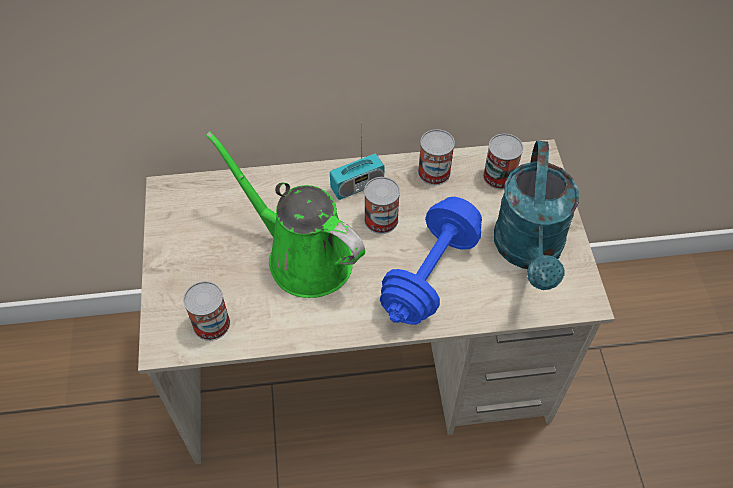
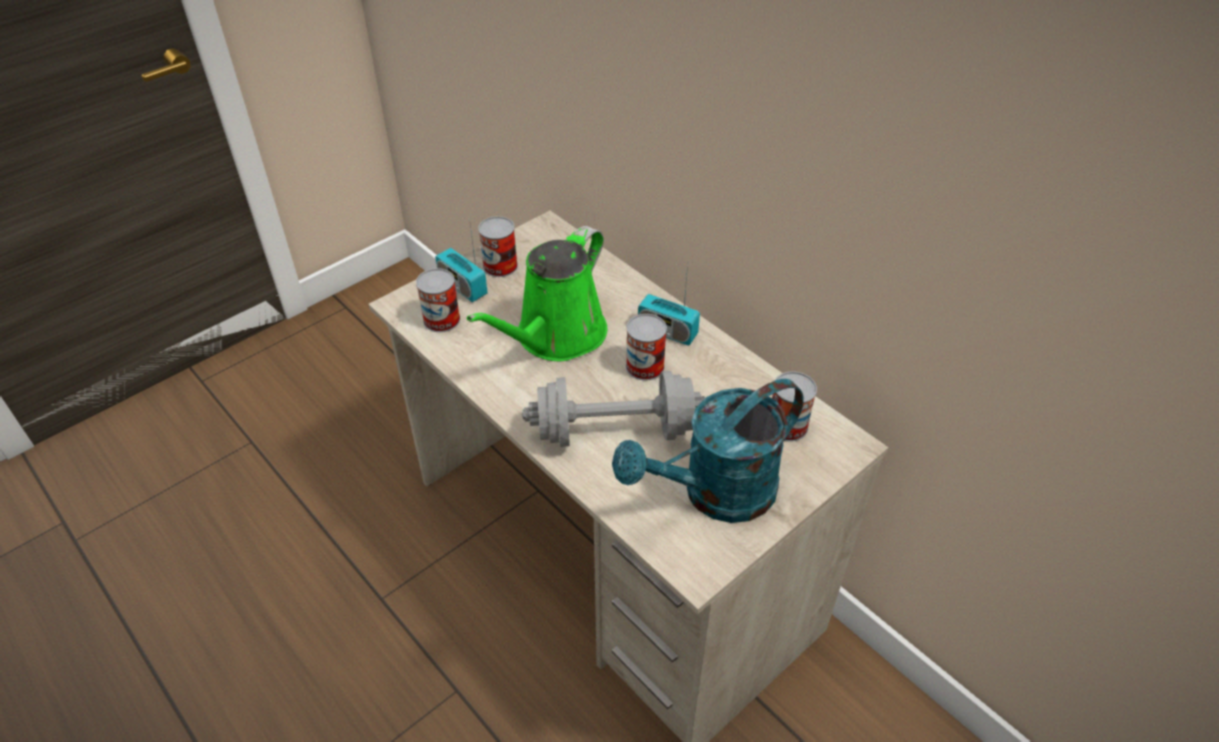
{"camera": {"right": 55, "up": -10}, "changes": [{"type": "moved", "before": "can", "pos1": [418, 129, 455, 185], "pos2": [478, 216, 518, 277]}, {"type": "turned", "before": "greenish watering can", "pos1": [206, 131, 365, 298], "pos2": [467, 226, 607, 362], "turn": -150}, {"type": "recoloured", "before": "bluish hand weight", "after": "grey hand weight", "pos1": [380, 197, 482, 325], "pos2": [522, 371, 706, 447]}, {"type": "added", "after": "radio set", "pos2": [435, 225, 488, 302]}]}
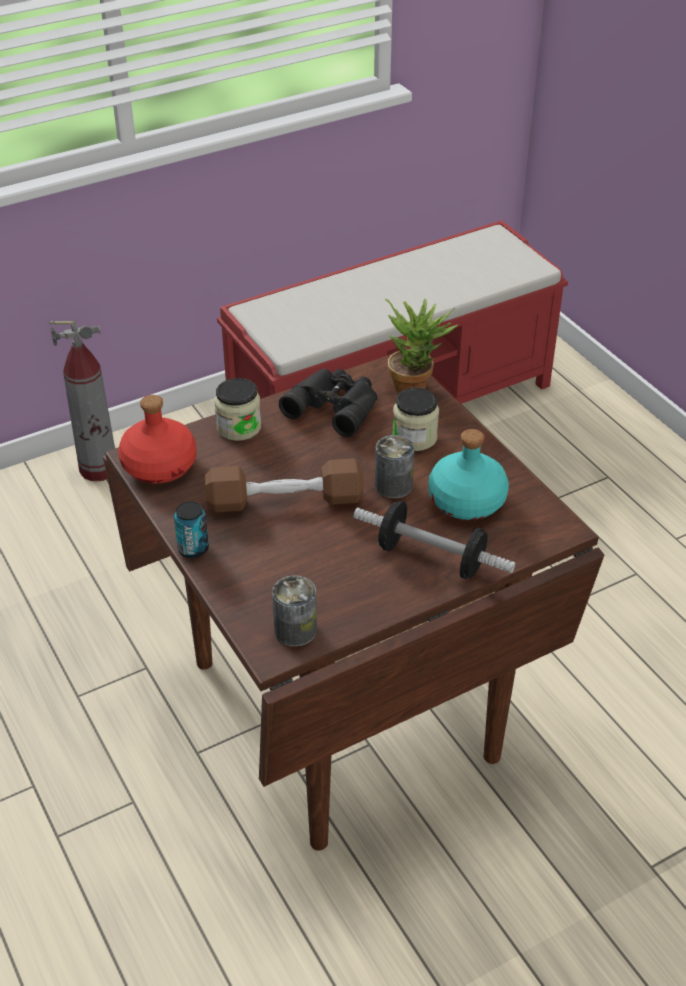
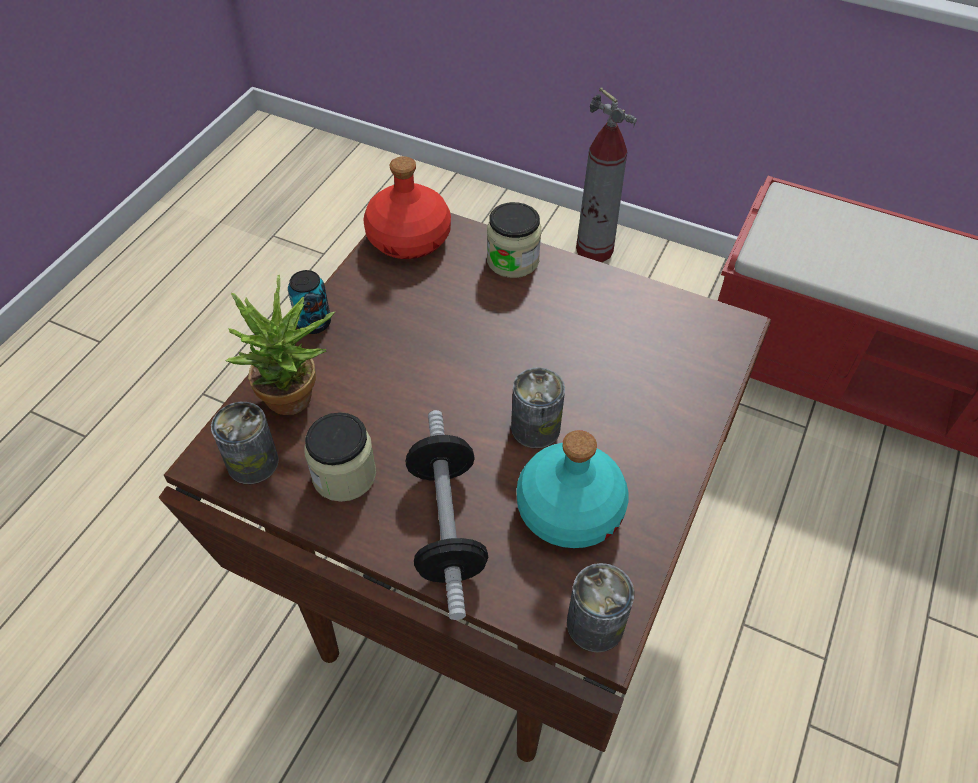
{"camera": {"right": 55, "up": 10}, "changes": [{"type": "moved", "before": "potted plant", "pos1": [385, 298, 458, 393], "pos2": [225, 275, 335, 415]}, {"type": "removed", "before": "black-coloured pair of binoculars", "pos1": [279, 369, 377, 437]}, {"type": "moved", "before": "jar", "pos1": [392, 387, 439, 451], "pos2": [304, 412, 376, 502]}, {"type": "removed", "before": "brownish hand weight", "pos1": [205, 458, 364, 512]}, {"type": "added", "after": "can", "pos2": [567, 563, 635, 653]}]}
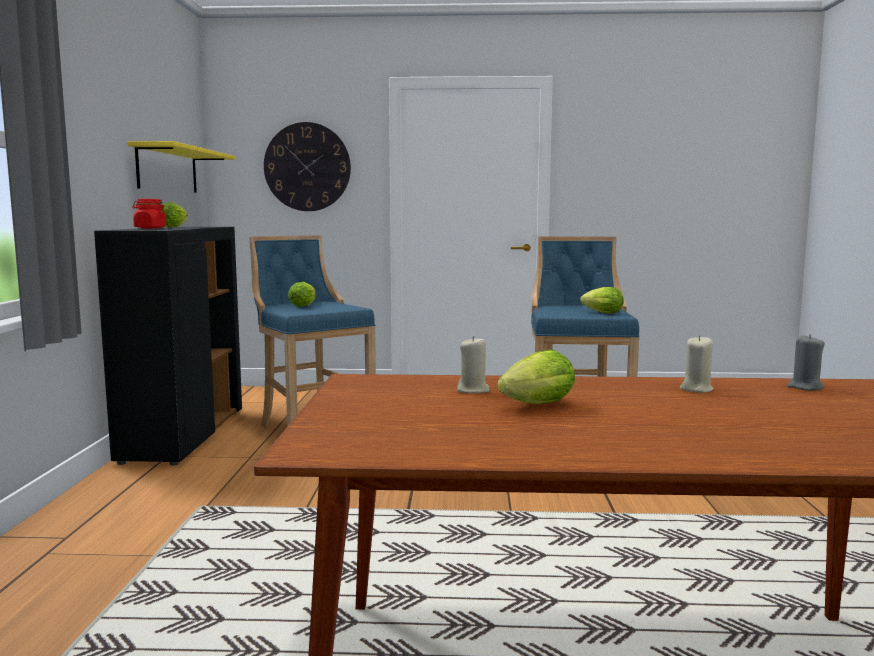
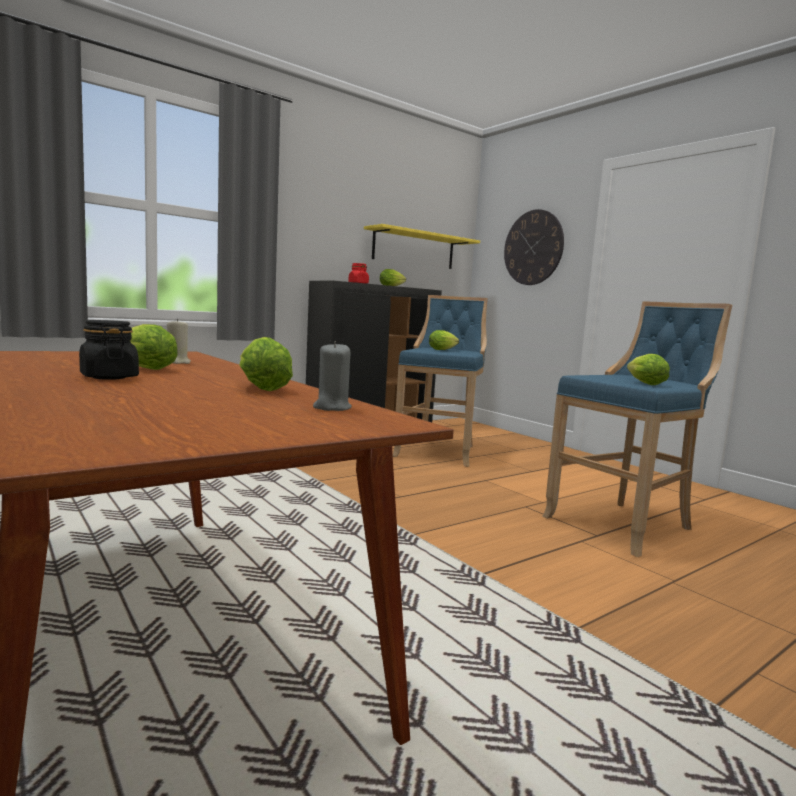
{"camera": {"right": 50, "up": 0}, "changes": [{"type": "replaced", "before": "sand-coloured wax light", "after": "lettuce head", "pos1": [680, 335, 714, 393], "pos2": [239, 337, 293, 391]}, {"type": "added", "after": "black-coloured jar", "pos2": [79, 320, 139, 380]}]}
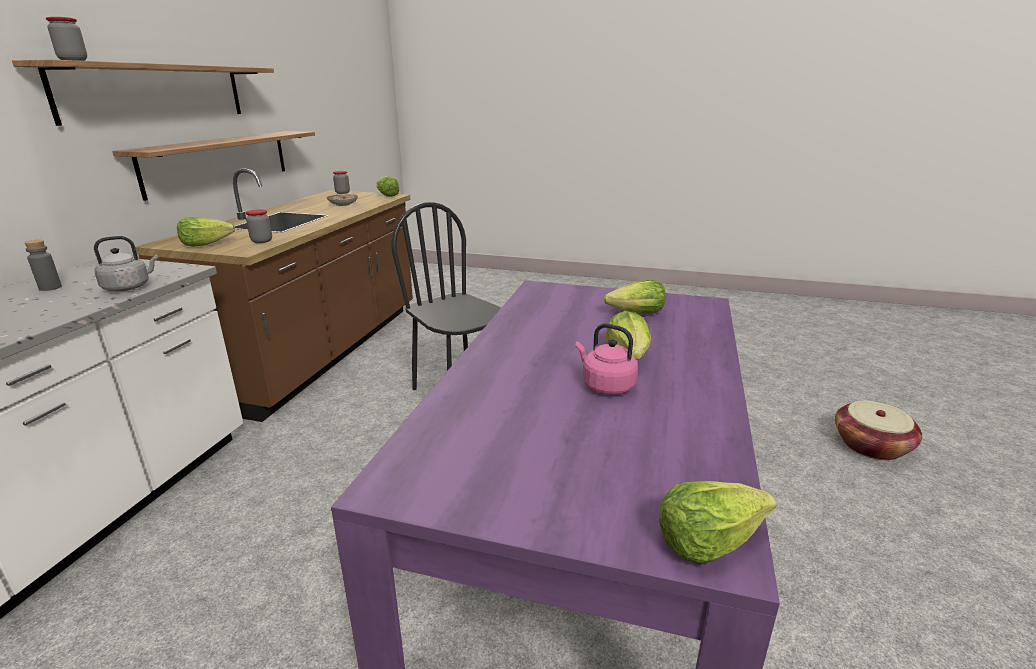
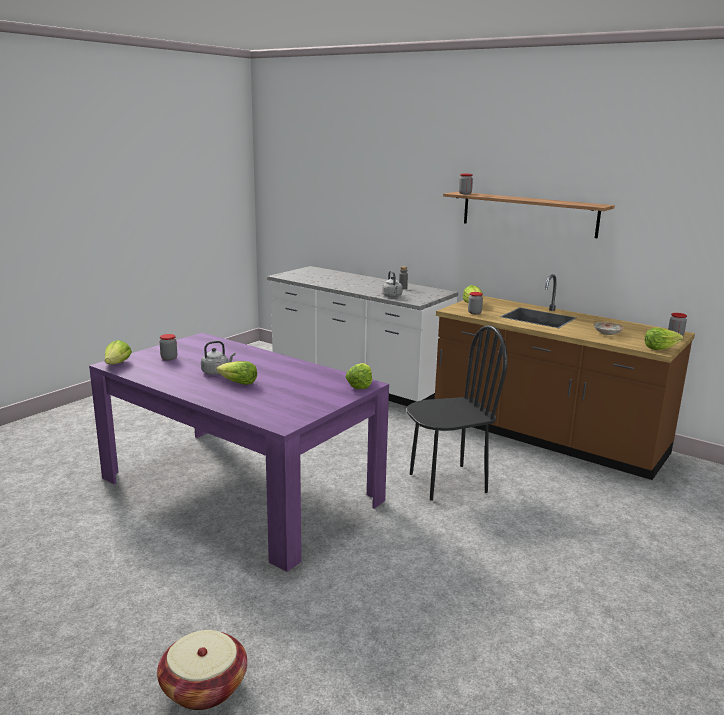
{"camera": {"right": 110, "up": -5}, "changes": [{"type": "removed", "before": "wall shelf", "pos1": [112, 131, 315, 201]}, {"type": "moved", "before": "lettuce head", "pos1": [604, 280, 666, 314], "pos2": [345, 363, 372, 389]}, {"type": "recoloured", "before": "pink tea kettle", "after": "grey tea kettle", "pos1": [576, 323, 638, 395], "pos2": [201, 341, 236, 375]}, {"type": "added", "after": "jar", "pos2": [160, 334, 177, 360]}]}
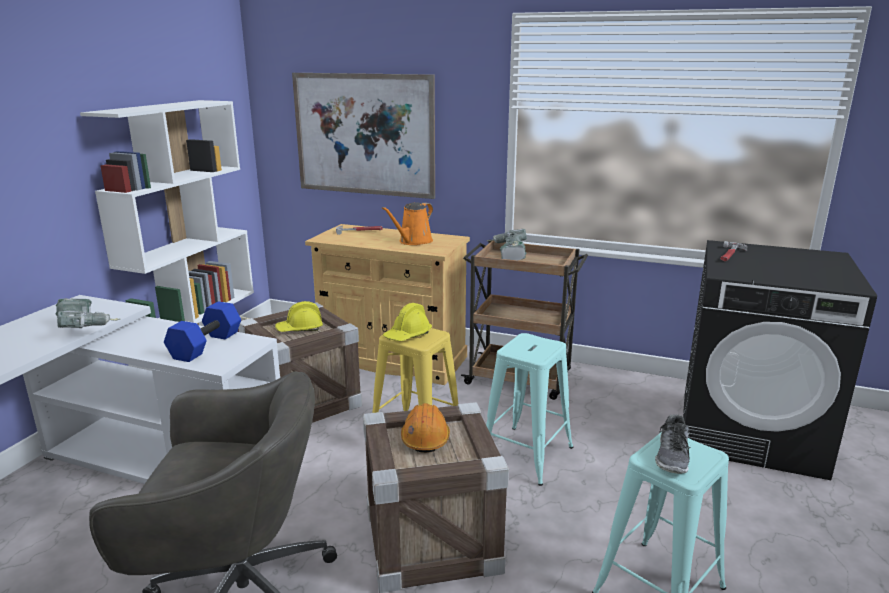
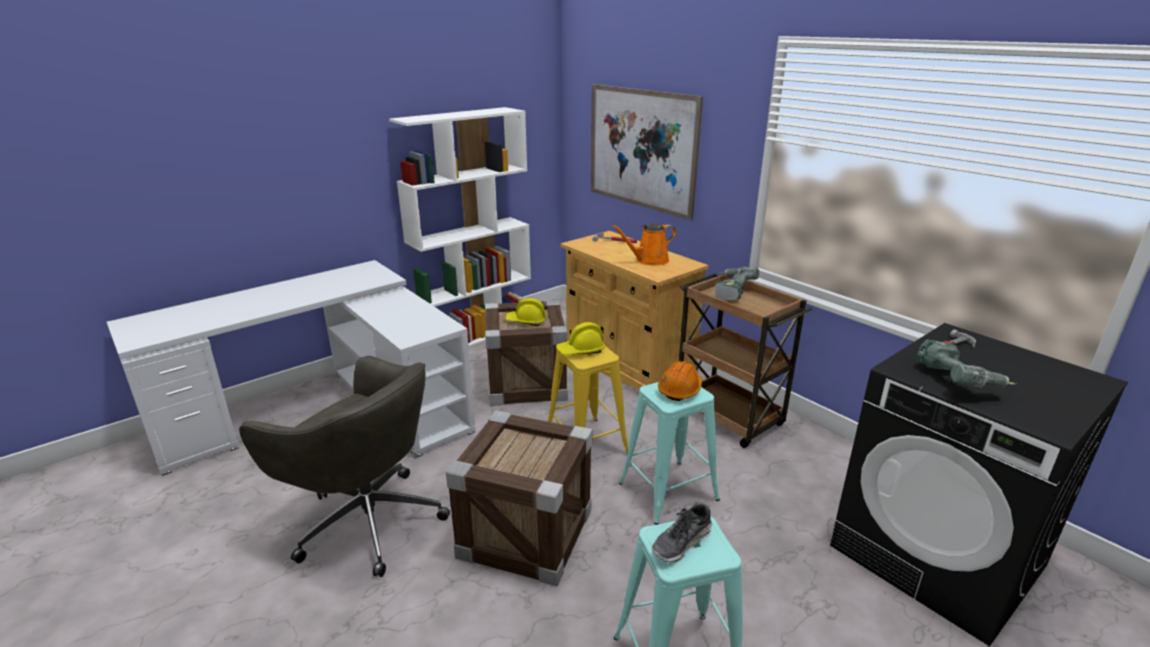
{"camera": {"right": 30, "up": 5}, "changes": [{"type": "moved", "before": "electric drill", "pos1": [55, 298, 120, 328], "pos2": [917, 340, 1016, 388]}, {"type": "removed", "before": "bluish hand weight", "pos1": [164, 302, 241, 362]}, {"type": "moved", "before": "orange-coloured hard hat", "pos1": [401, 403, 450, 453], "pos2": [658, 361, 702, 401]}]}
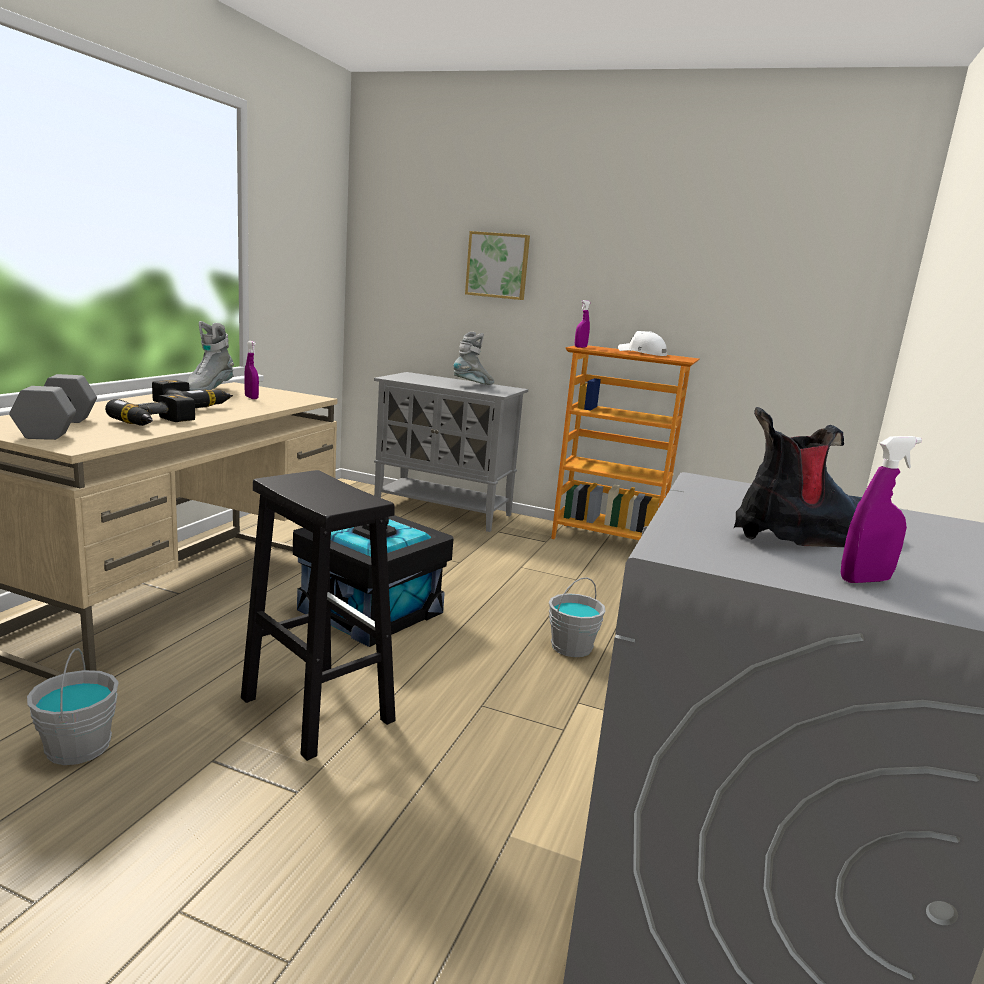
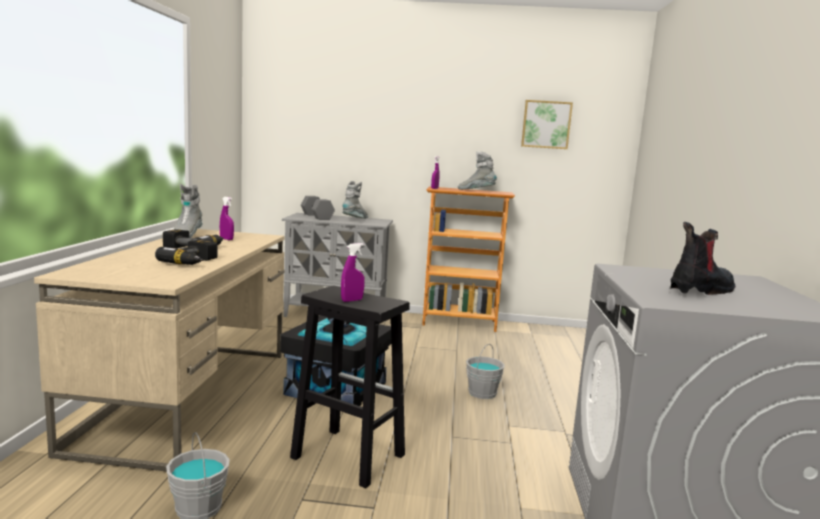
{"camera": {"right": -15, "up": -5}, "changes": [{"type": "moved", "before": "wall art", "pos1": [465, 231, 530, 300], "pos2": [521, 100, 573, 149]}, {"type": "replaced", "before": "white peaked cap", "after": "grey boot", "pos1": [618, 331, 667, 356], "pos2": [458, 152, 497, 190]}, {"type": "moved", "before": "grey hand weight", "pos1": [9, 374, 97, 440], "pos2": [301, 196, 335, 220]}, {"type": "moved", "before": "purplish sprayer", "pos1": [841, 436, 922, 583], "pos2": [341, 243, 365, 302]}]}
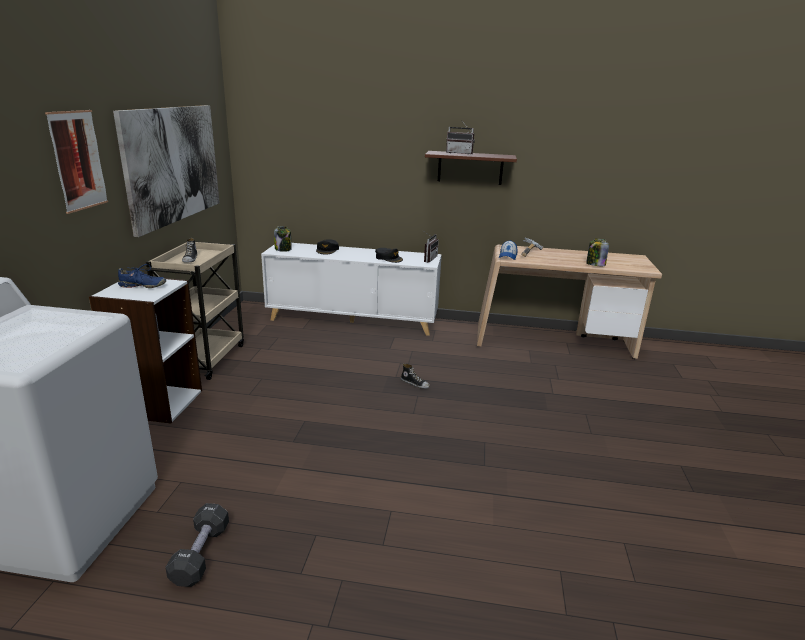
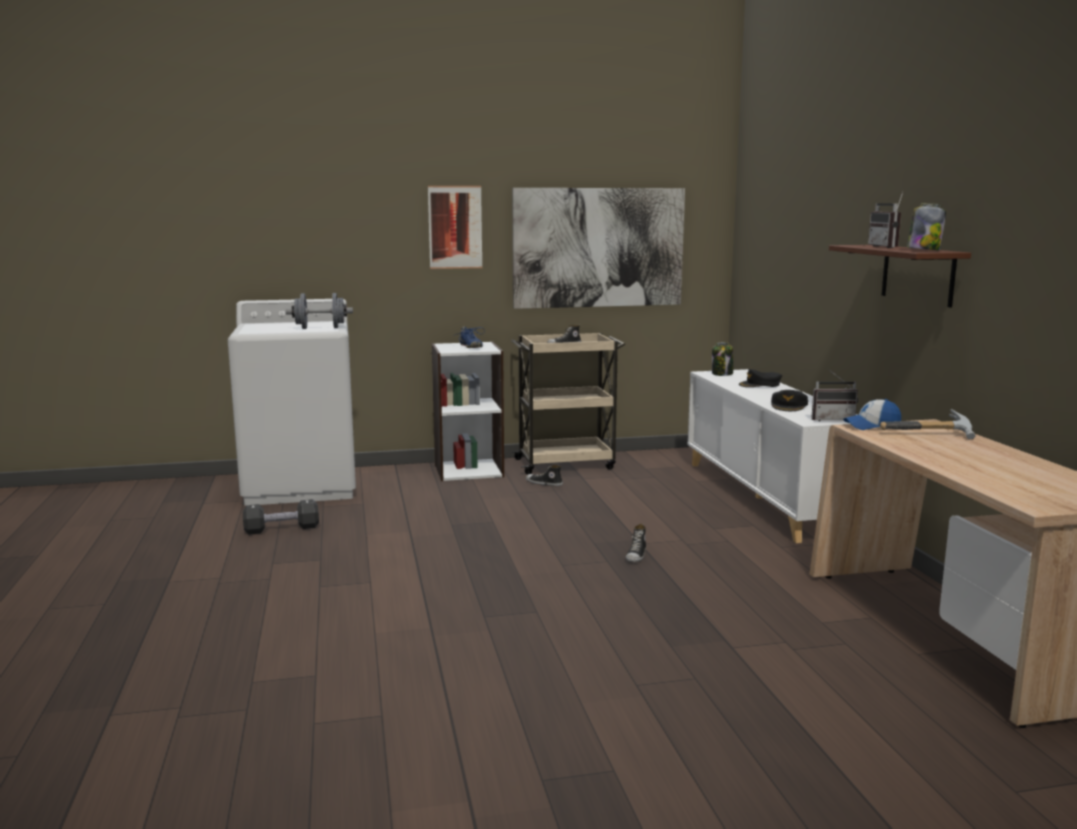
{"camera": {"right": 70, "up": -10}, "changes": [{"type": "moved", "before": "jar", "pos1": [586, 238, 609, 266], "pos2": [907, 203, 946, 250]}, {"type": "added", "after": "grey hand weight", "pos2": [286, 293, 353, 329]}, {"type": "added", "after": "item of footwear", "pos2": [526, 465, 563, 486]}]}
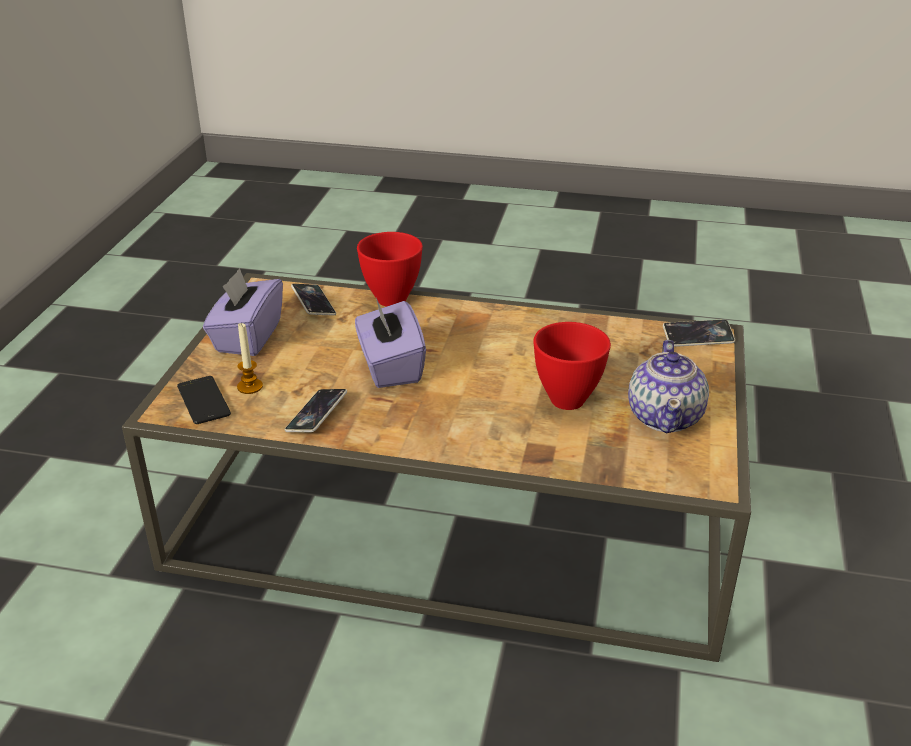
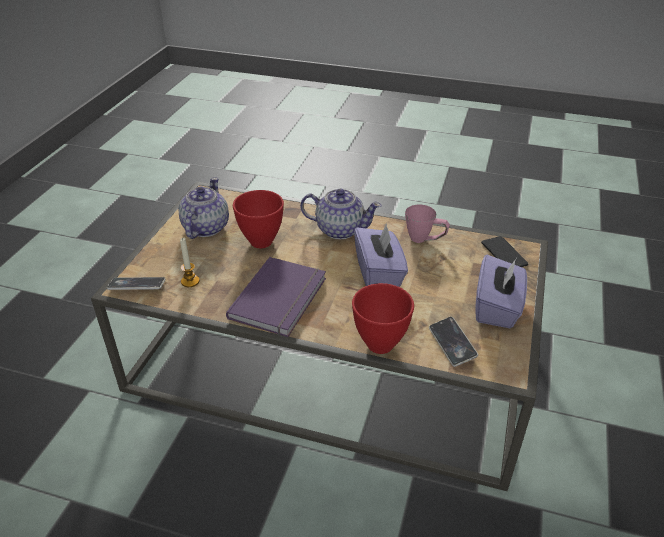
{"camera": {"right": -175, "up": 5}, "changes": [{"type": "moved", "before": "wax light", "pos1": [237, 322, 263, 394], "pos2": [180, 238, 200, 287]}, {"type": "replaced", "before": "telephone", "after": "pink coffee mug", "pos1": [285, 389, 347, 432], "pos2": [405, 205, 450, 243]}, {"type": "added", "after": "tea pot", "pos2": [300, 189, 381, 239]}, {"type": "added", "after": "purplish book", "pos2": [226, 257, 326, 337]}]}
